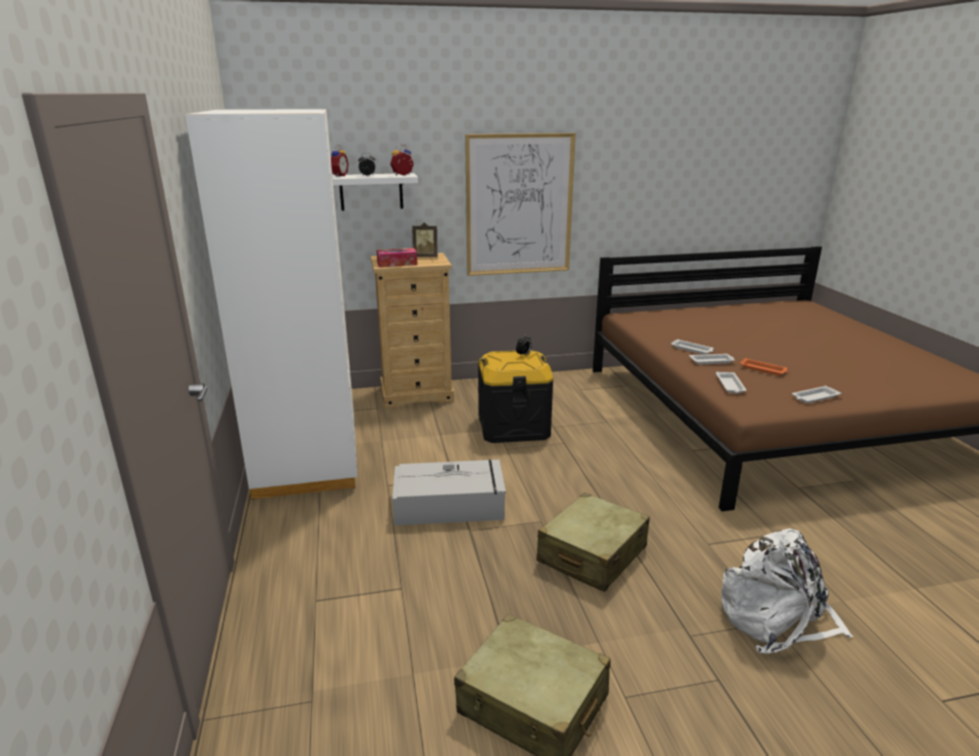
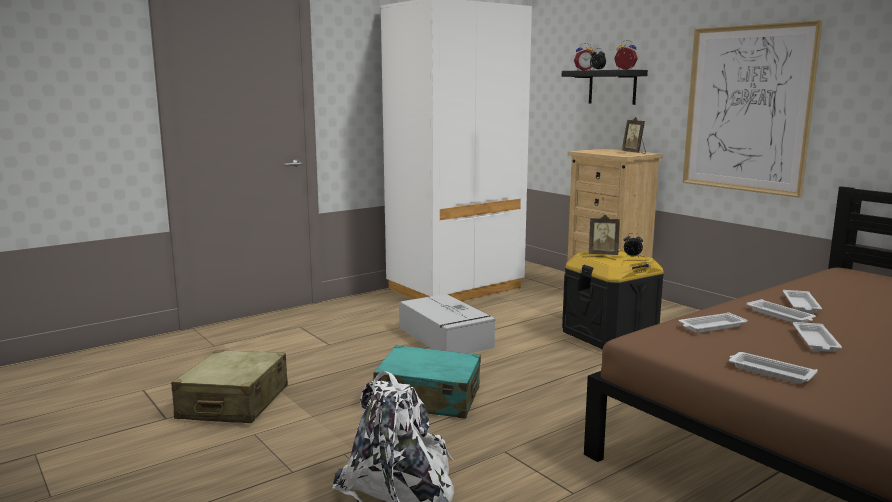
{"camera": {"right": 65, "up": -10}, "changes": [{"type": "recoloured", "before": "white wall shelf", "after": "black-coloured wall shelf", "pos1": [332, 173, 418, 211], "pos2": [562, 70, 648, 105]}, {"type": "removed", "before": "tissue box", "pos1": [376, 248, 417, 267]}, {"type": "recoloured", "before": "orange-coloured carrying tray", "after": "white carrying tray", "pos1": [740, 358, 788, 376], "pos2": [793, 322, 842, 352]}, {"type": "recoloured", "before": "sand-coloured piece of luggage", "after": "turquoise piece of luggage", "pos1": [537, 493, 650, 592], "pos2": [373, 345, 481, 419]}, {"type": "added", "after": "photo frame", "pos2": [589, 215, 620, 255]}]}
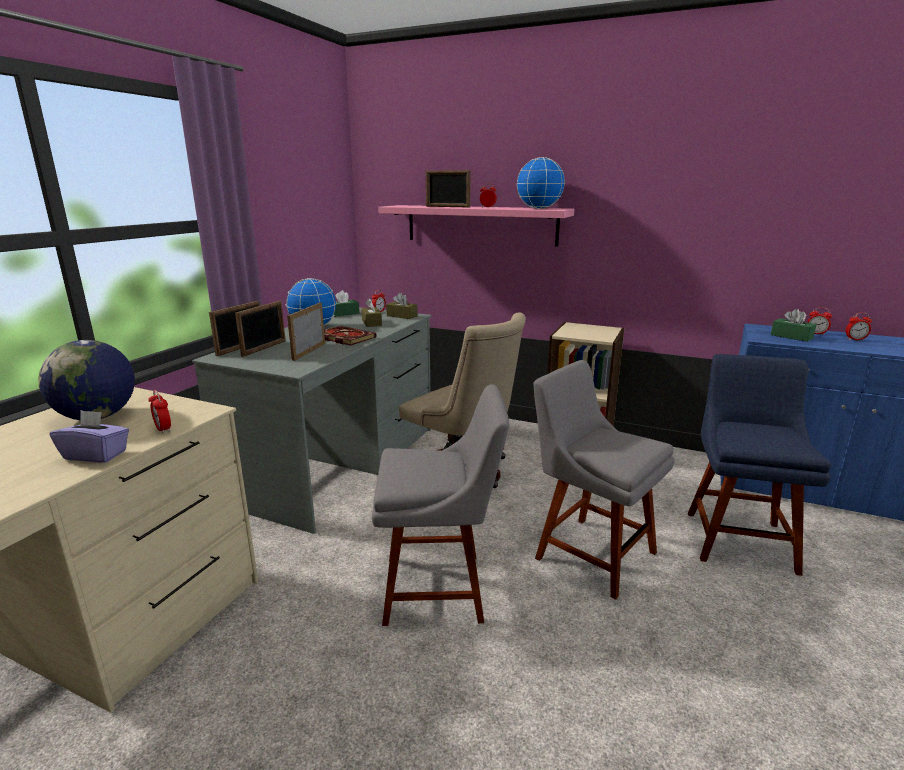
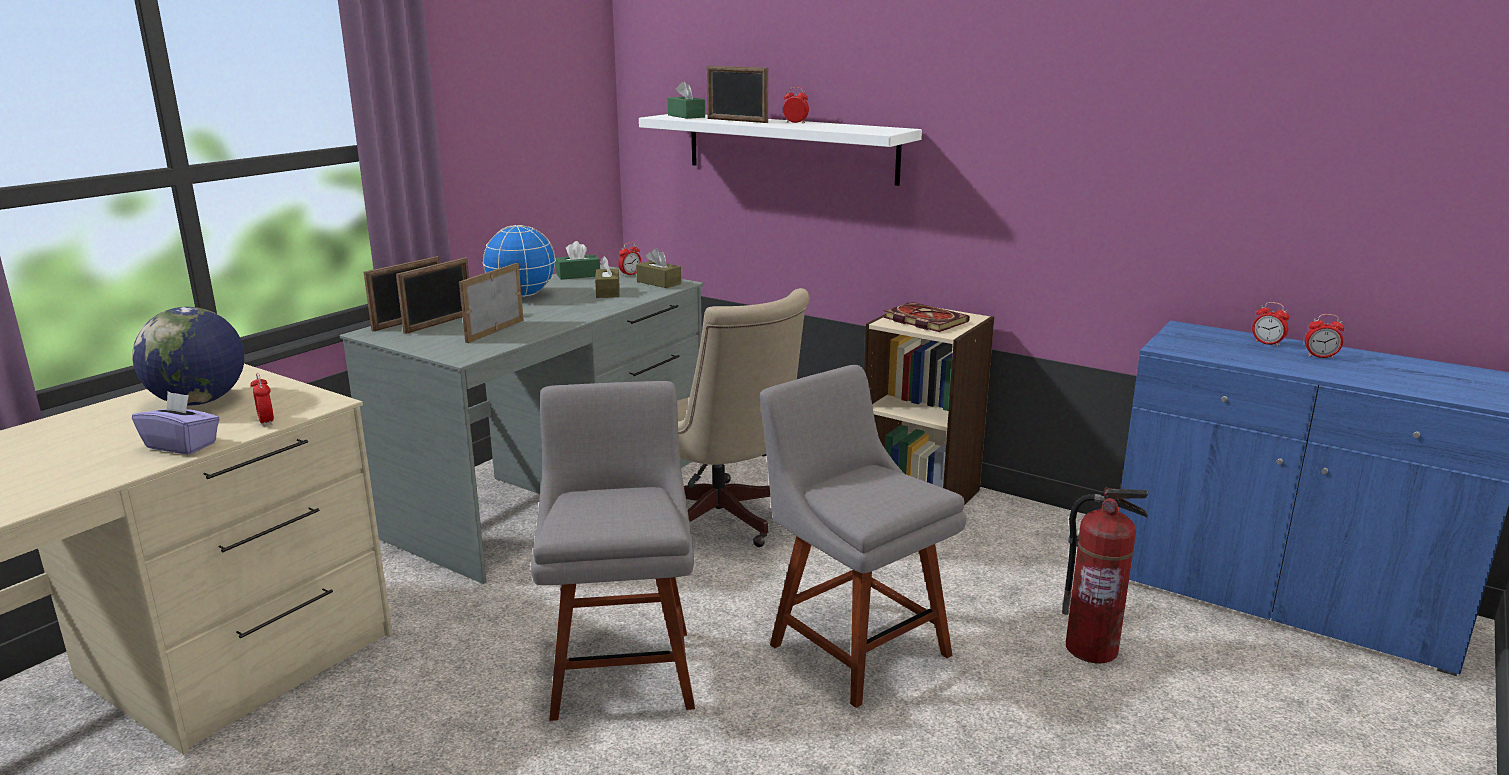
{"camera": {"right": 10, "up": 0}, "changes": [{"type": "removed", "before": "world globe", "pos1": [516, 157, 565, 209]}, {"type": "recoloured", "before": "pink wall shelf", "after": "white wall shelf", "pos1": [378, 205, 574, 247], "pos2": [639, 114, 922, 186]}, {"type": "moved", "before": "greenish tissue box", "pos1": [771, 308, 817, 342], "pos2": [668, 81, 705, 119]}, {"type": "moved", "before": "book", "pos1": [324, 326, 376, 346], "pos2": [883, 302, 970, 332]}, {"type": "replaced", "before": "bluish plain chair", "after": "fire-fighting cylinder", "pos1": [688, 354, 831, 576], "pos2": [1062, 488, 1148, 664]}, {"type": "turned", "before": "grey plain chair", "pos1": [372, 384, 509, 626], "pos2": [531, 381, 695, 721], "turn": -105}]}
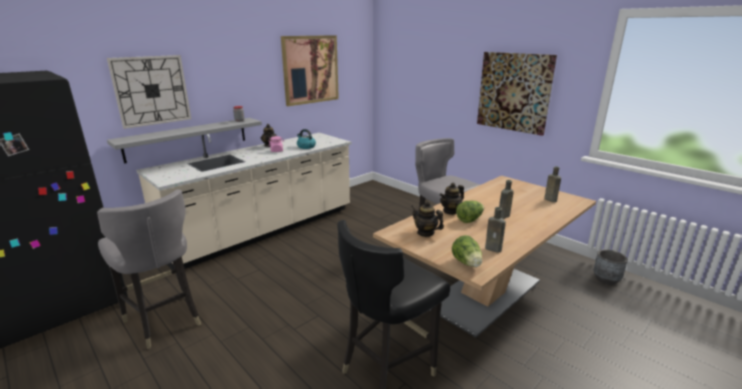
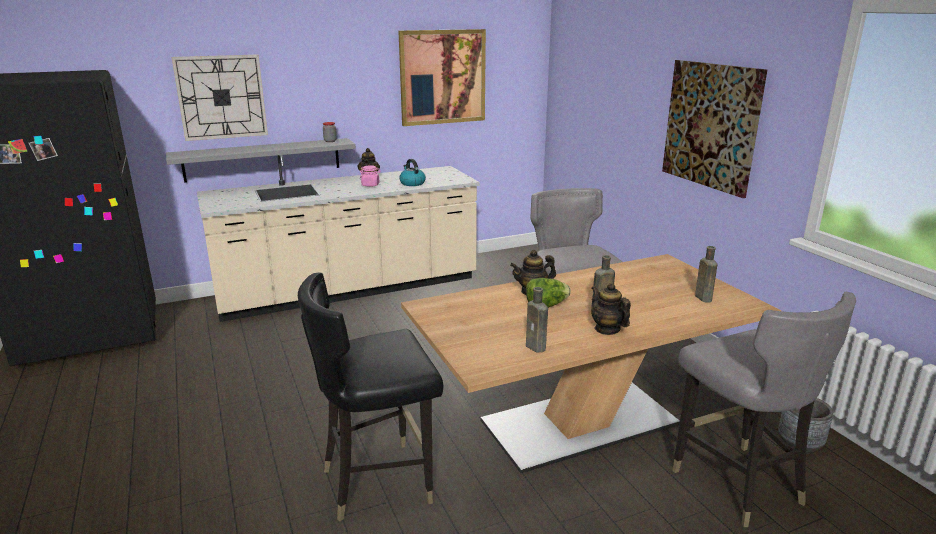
{"camera": {"right": 20, "up": 0}, "changes": [{"type": "moved", "before": "grey plain chair", "pos1": [97, 190, 201, 349], "pos2": [672, 292, 856, 527]}, {"type": "moved", "before": "tea pot", "pos1": [411, 201, 444, 237], "pos2": [591, 283, 631, 335]}, {"type": "removed", "before": "lettuce head", "pos1": [452, 235, 482, 267]}]}
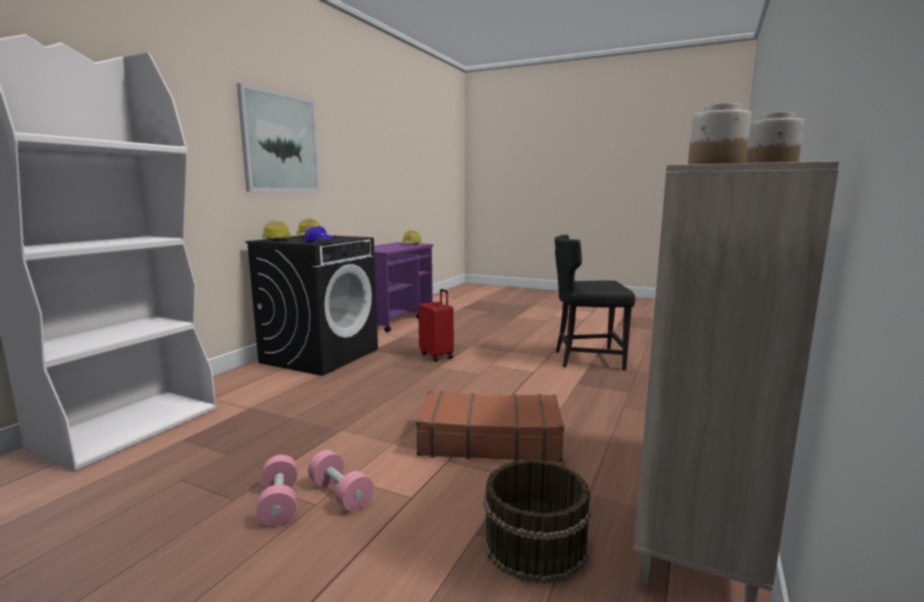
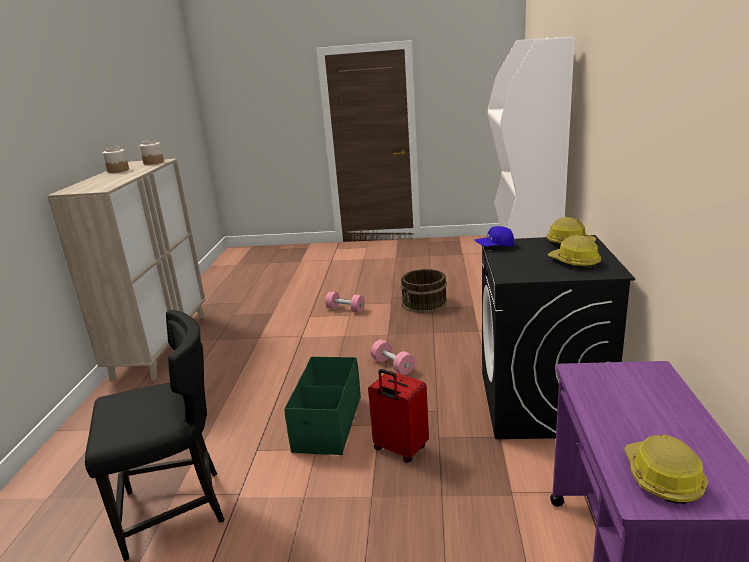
{"camera": {"right": 160, "up": 10}, "changes": [{"type": "removed", "before": "wall art", "pos1": [237, 83, 320, 192]}, {"type": "removed", "before": "brownish piece of luggage", "pos1": [416, 391, 565, 462]}, {"type": "moved", "before": "pink hand weight", "pos1": [256, 455, 297, 527], "pos2": [371, 340, 415, 375]}, {"type": "moved", "before": "brownish water bucket", "pos1": [483, 459, 591, 584], "pos2": [401, 269, 447, 313]}, {"type": "added", "after": "greenish storage box", "pos2": [285, 357, 361, 455]}]}
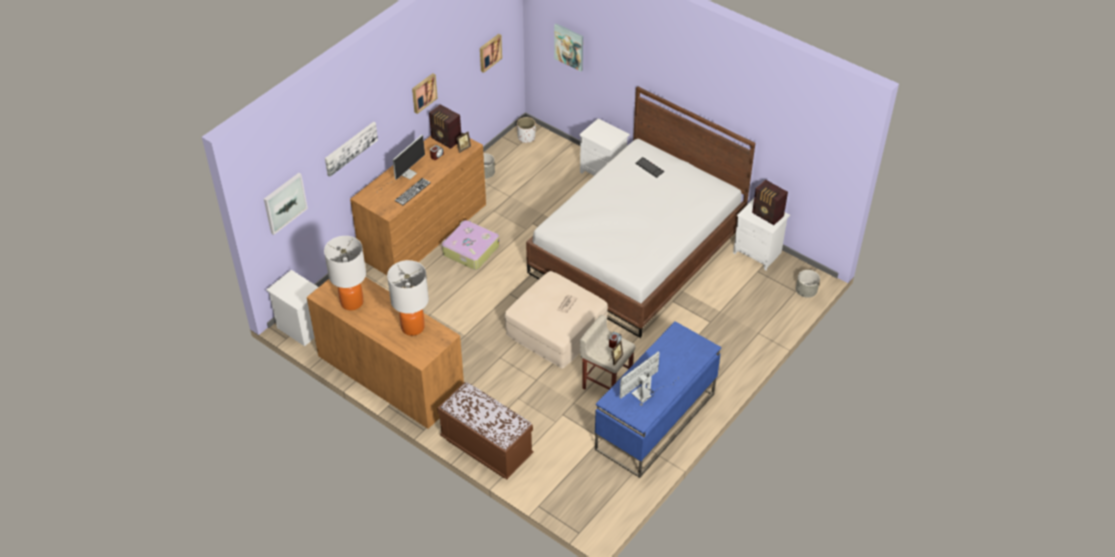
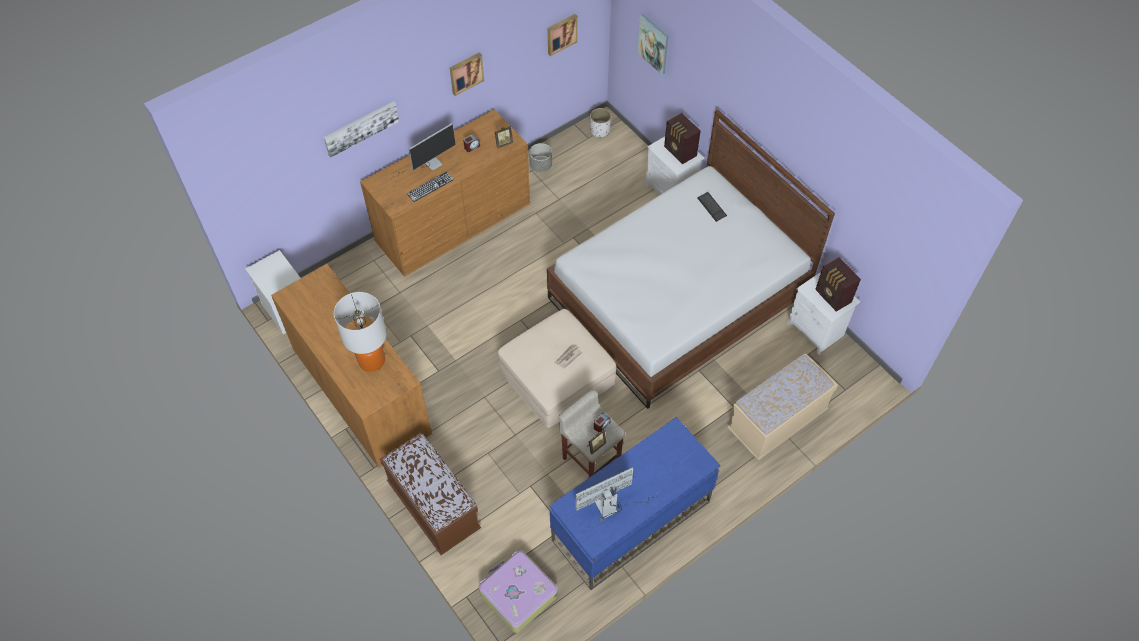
{"camera": {"right": 15, "up": 10}, "changes": [{"type": "moved", "before": "radio set", "pos1": [429, 104, 461, 149], "pos2": [664, 113, 701, 164]}, {"type": "removed", "before": "wall art", "pos1": [264, 173, 308, 235]}, {"type": "moved", "before": "piece of luggage", "pos1": [442, 220, 499, 270], "pos2": [479, 550, 558, 633]}, {"type": "removed", "before": "tabletop lamp", "pos1": [324, 236, 366, 310]}, {"type": "removed", "before": "grey planter", "pos1": [796, 270, 820, 298]}, {"type": "added", "after": "sand-coloured long seat", "pos2": [728, 353, 838, 461]}]}
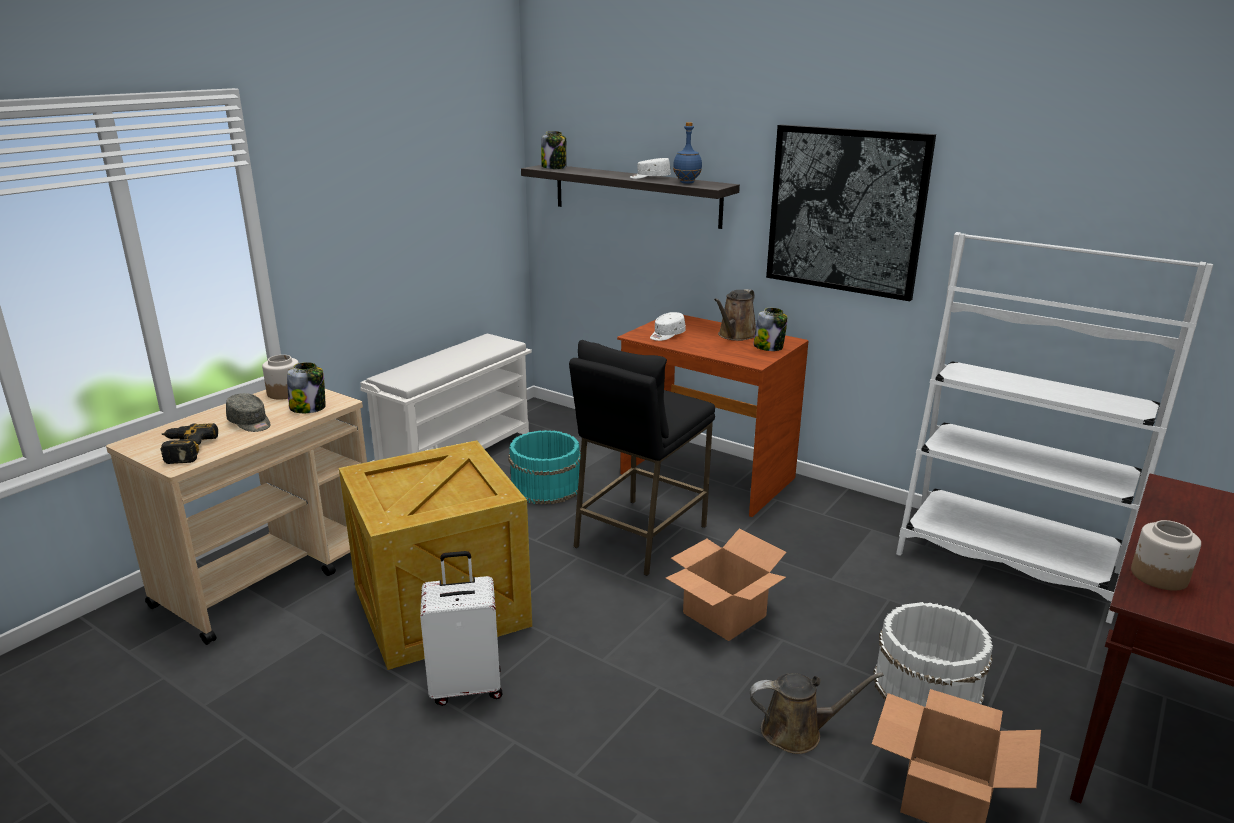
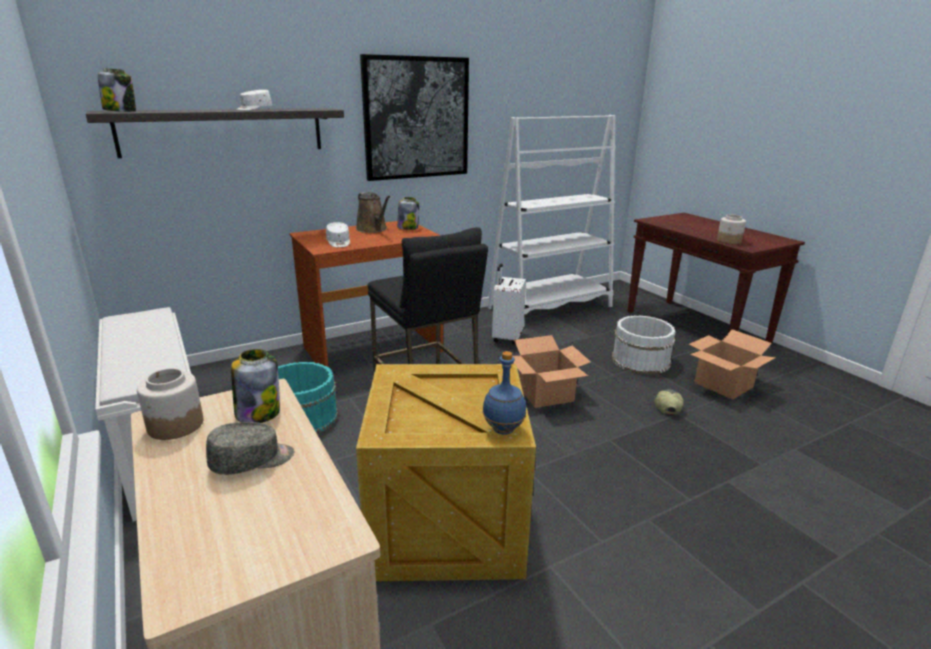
{"camera": {"right": -65, "up": 0}, "changes": [{"type": "moved", "before": "bluish beverage bottle", "pos1": [673, 122, 702, 184], "pos2": [483, 351, 526, 435]}, {"type": "removed", "before": "electric drill", "pos1": [160, 423, 218, 464]}, {"type": "moved", "before": "white piece of luggage", "pos1": [420, 551, 502, 706], "pos2": [492, 263, 526, 345]}, {"type": "replaced", "before": "brownish watering can", "after": "peaked cap", "pos1": [750, 672, 884, 754], "pos2": [654, 389, 684, 415]}]}
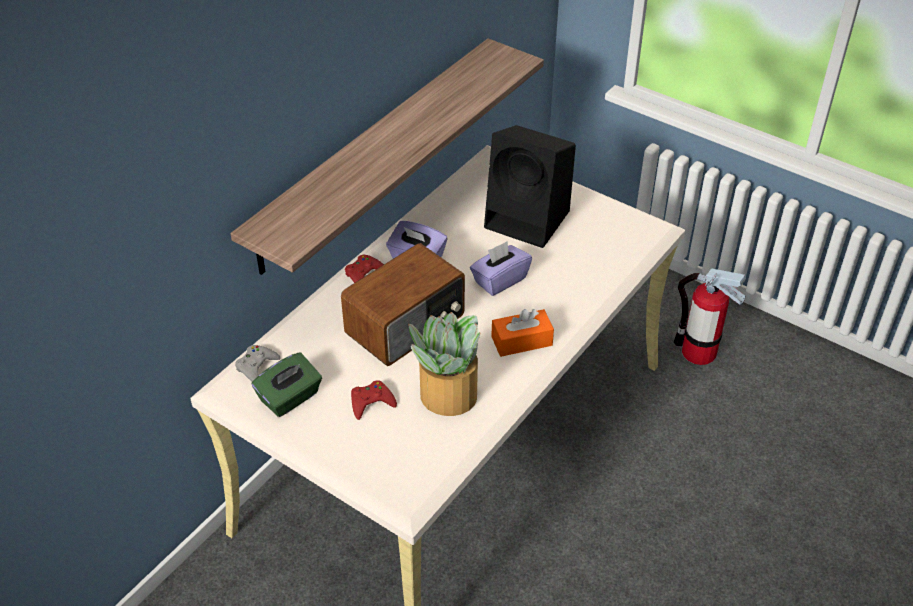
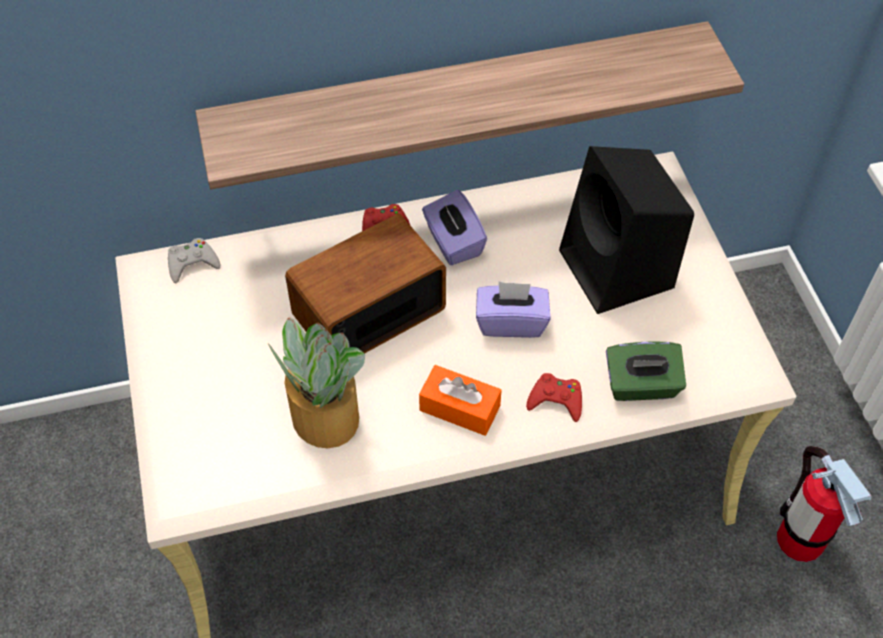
{"camera": {"right": 40, "up": 10}, "changes": [{"type": "turned", "before": "radio set", "pos1": [341, 243, 465, 366], "pos2": [285, 214, 446, 354], "turn": 150}, {"type": "moved", "before": "greenish tissue box", "pos1": [252, 352, 322, 417], "pos2": [606, 342, 686, 401]}, {"type": "moved", "before": "reddish game controller", "pos1": [351, 381, 397, 420], "pos2": [526, 373, 582, 422]}]}
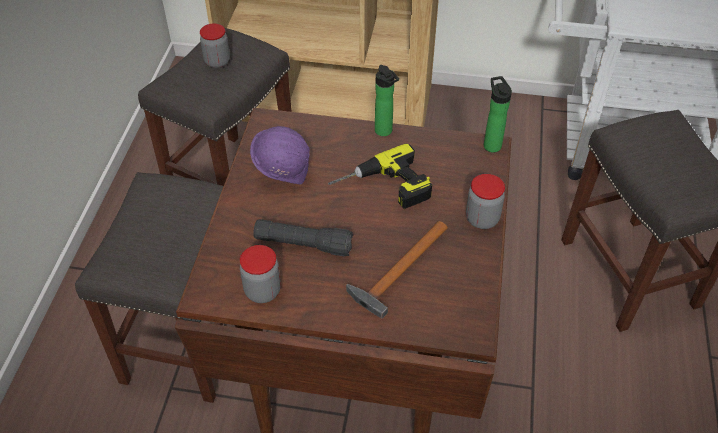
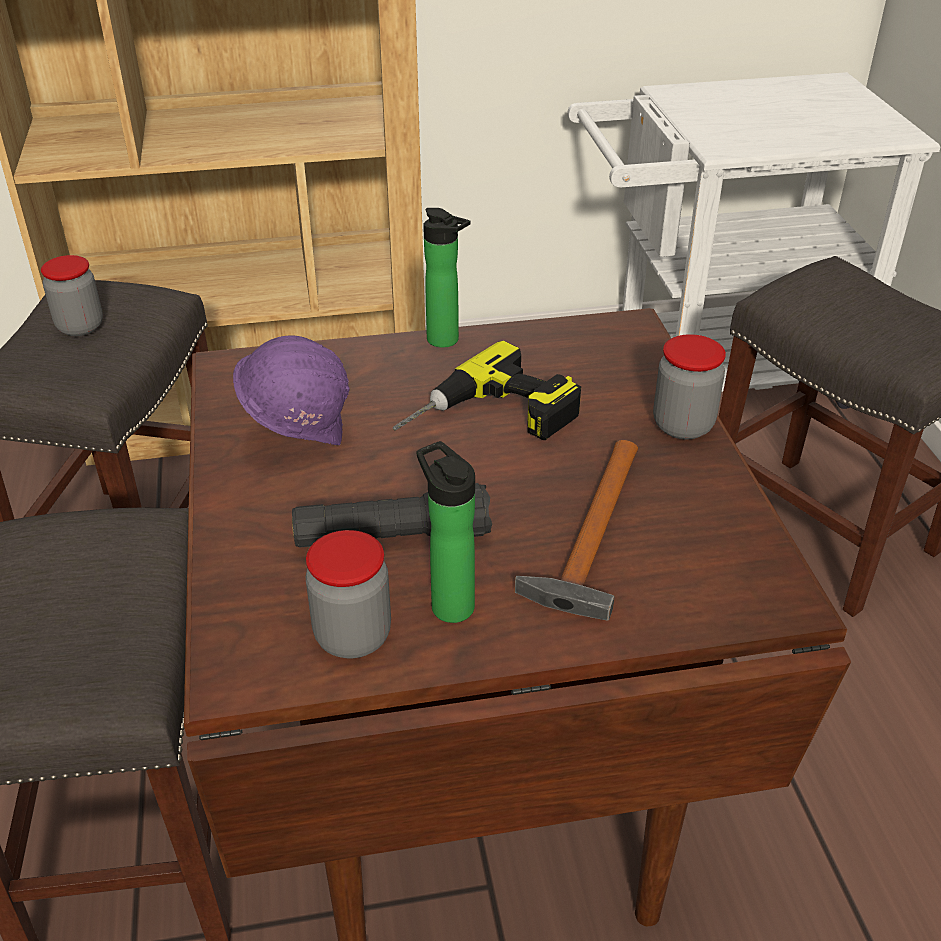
{"camera": {"right": -20, "up": -10}, "changes": [{"type": "moved", "before": "beverage bottle", "pos1": [484, 76, 512, 152], "pos2": [417, 441, 475, 623]}]}
